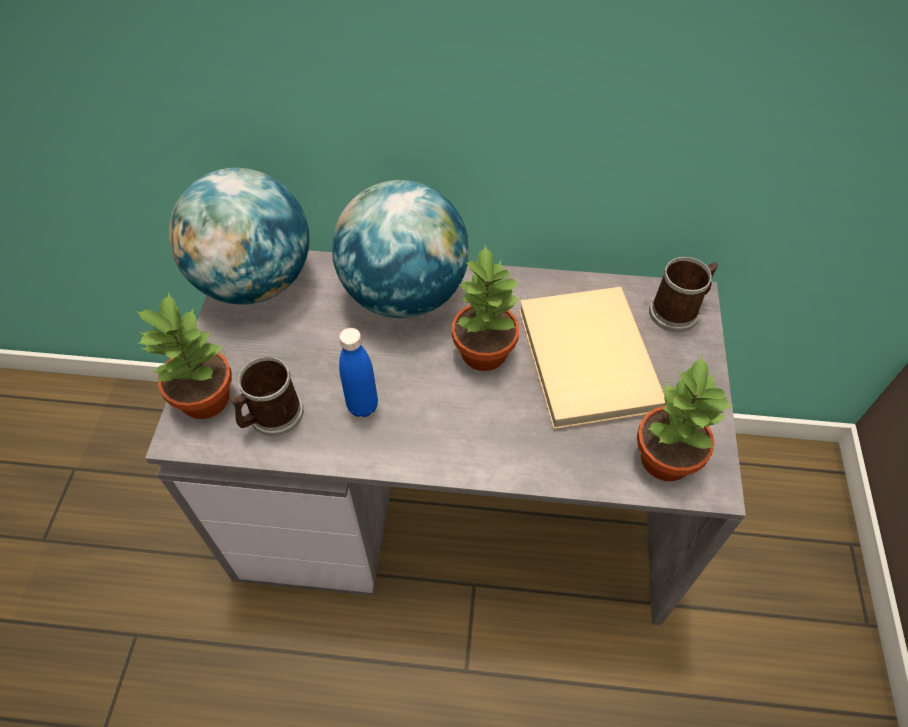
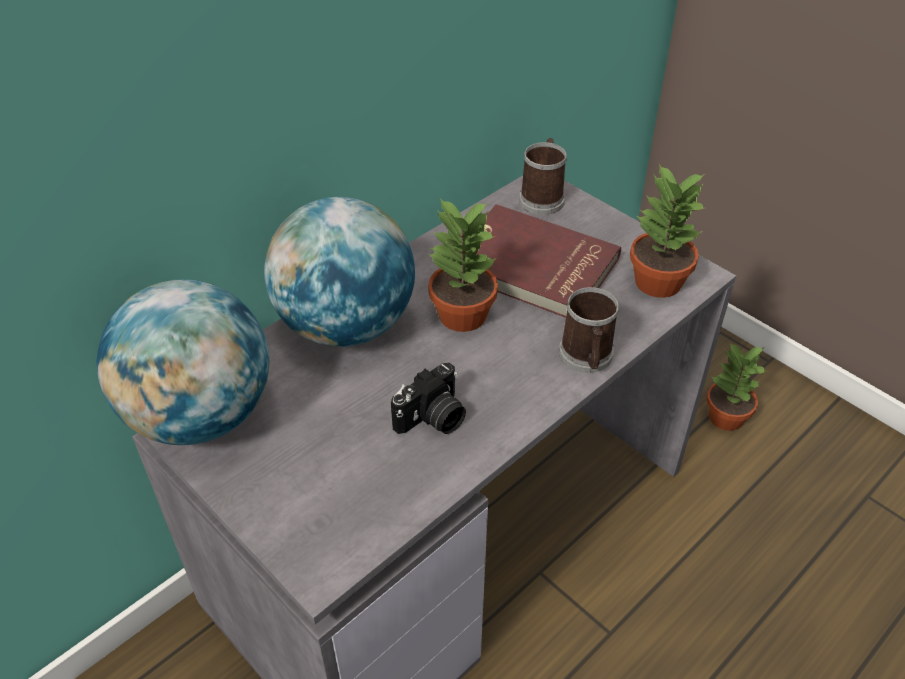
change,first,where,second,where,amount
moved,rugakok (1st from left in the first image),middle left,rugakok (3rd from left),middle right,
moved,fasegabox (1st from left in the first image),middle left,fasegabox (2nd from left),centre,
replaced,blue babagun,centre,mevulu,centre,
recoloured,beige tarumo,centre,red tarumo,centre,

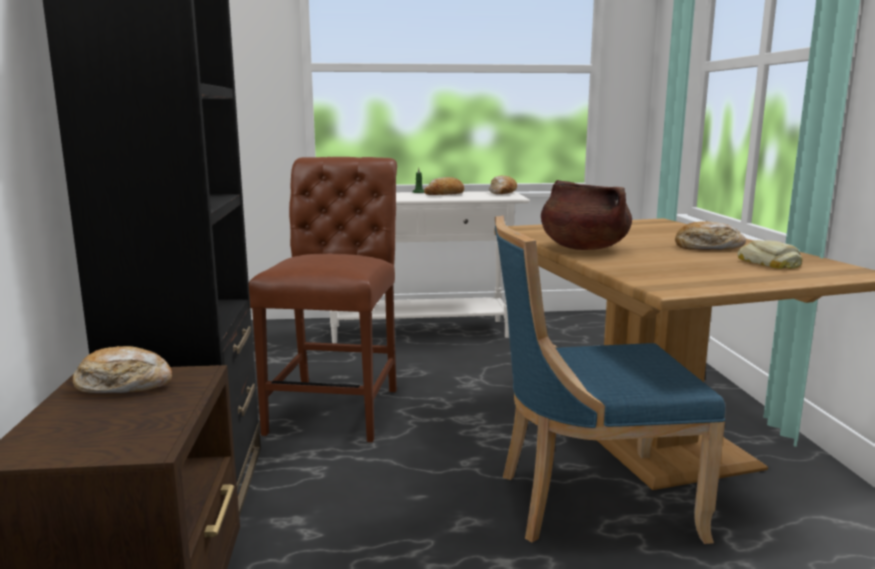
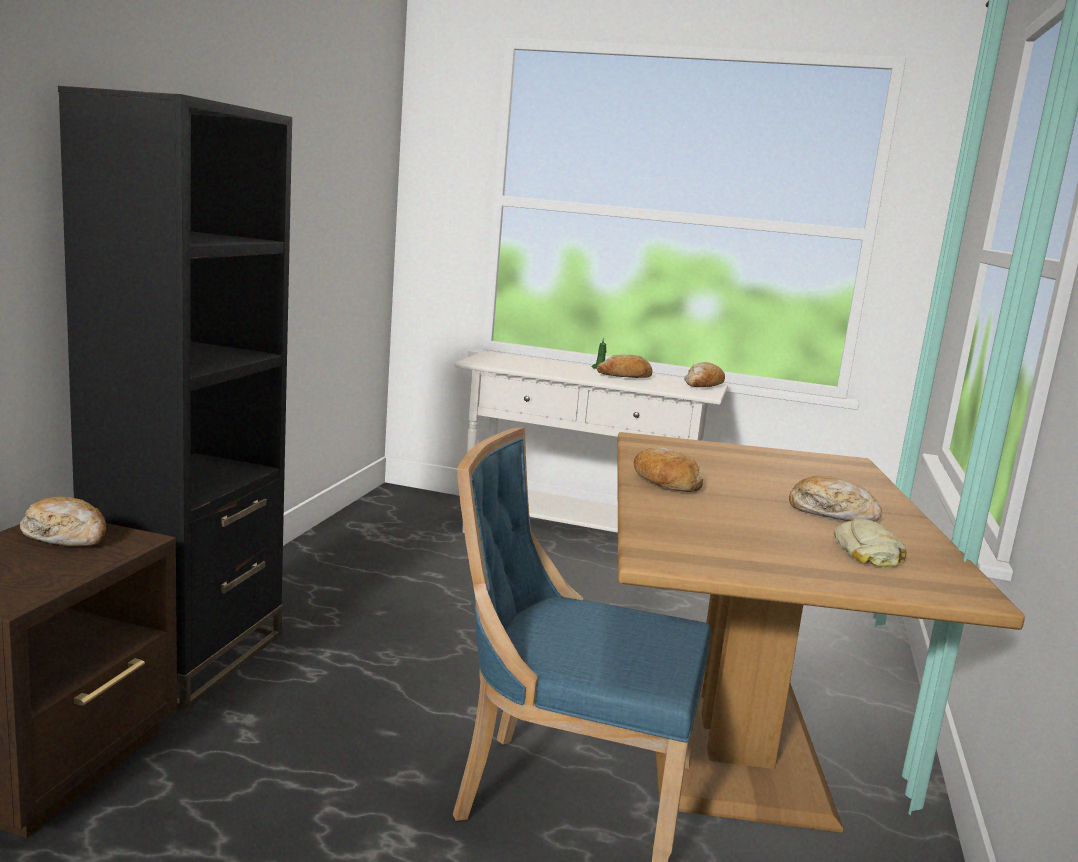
change,first,where,second,where,amount
removed,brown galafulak,centre,,,
replaced,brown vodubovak,middle right,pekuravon (3rd from left),centre,

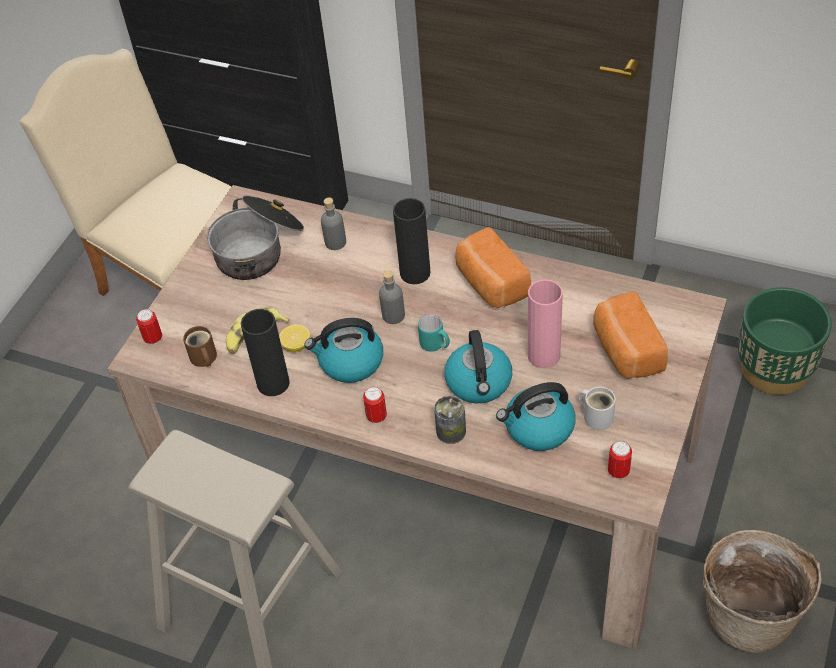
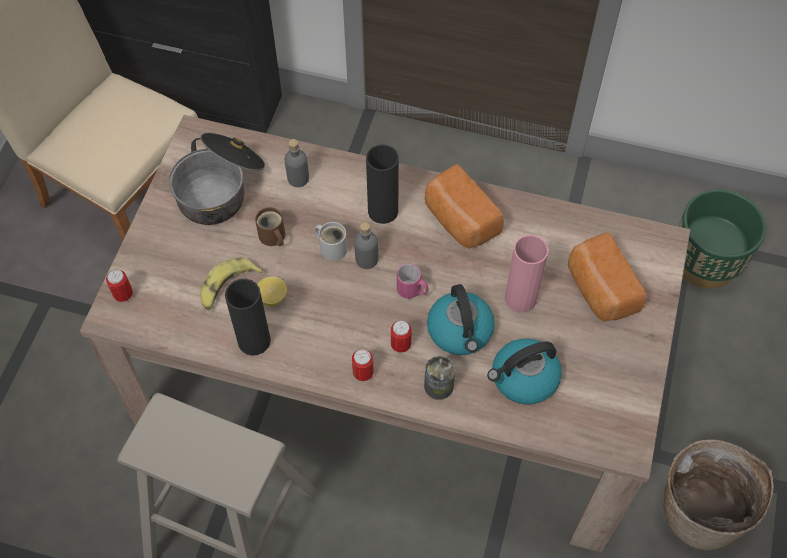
change,first,where,second,where,amount
removed,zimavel (1st from left),centre,,,
moved,brown fasegabox,middle left,,centre,
moved,white fasegabox,middle right,,centre,
moved,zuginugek (4th from left in the first image),bottom right,zuginugek (3rd from left),centre,
recoloured,turquoise fasegabox,centre,pink fasegabox,centre,

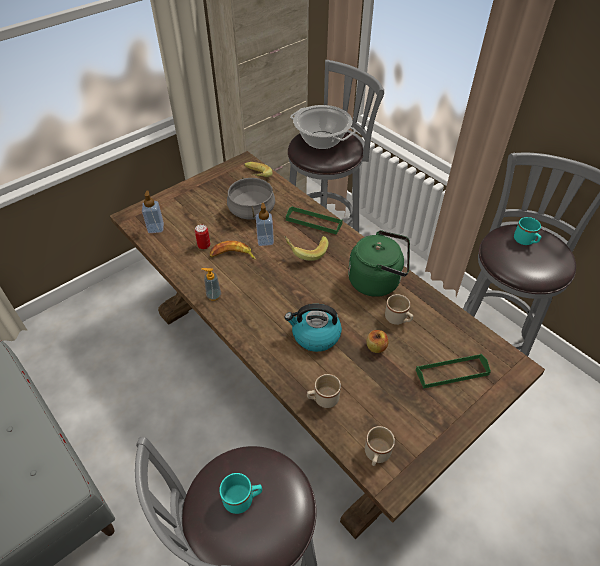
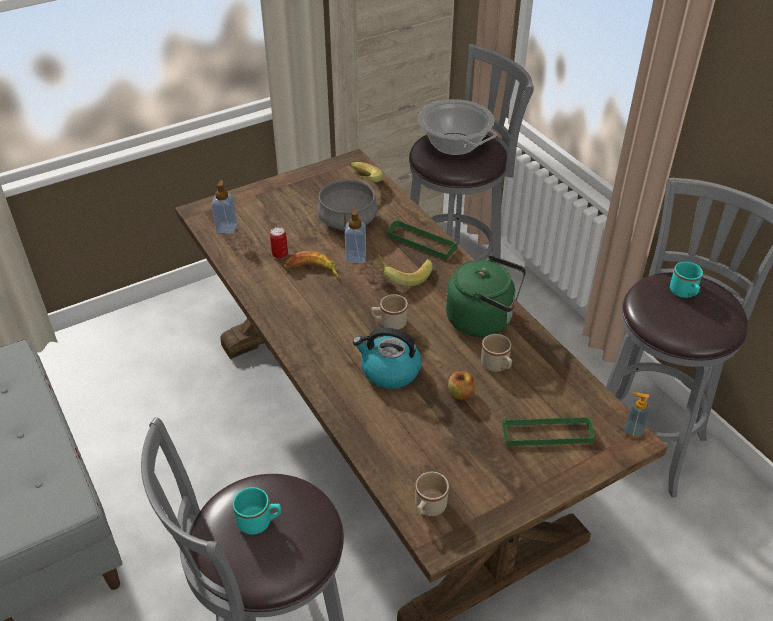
change,first,where,second,where,amount
moved,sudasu (2nd from left in the first image),centre,sudasu (3rd from left),bottom right,
moved,beige fasegabox (1st from left),bottom centre,,centre,

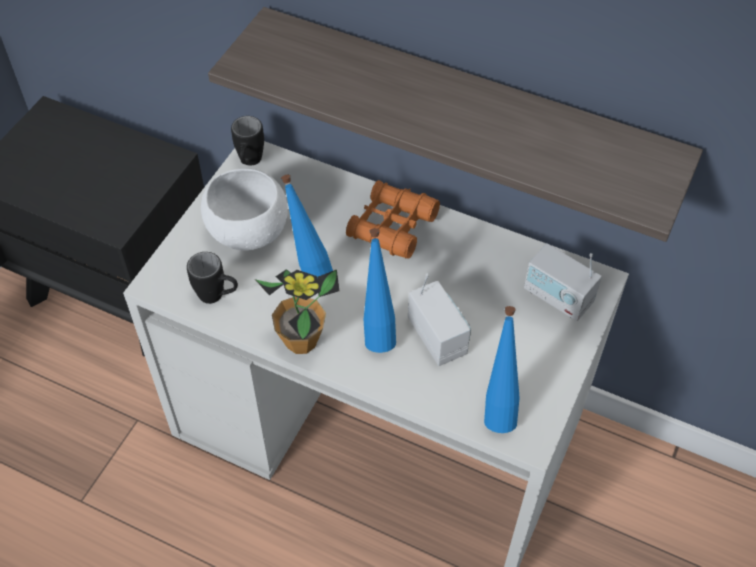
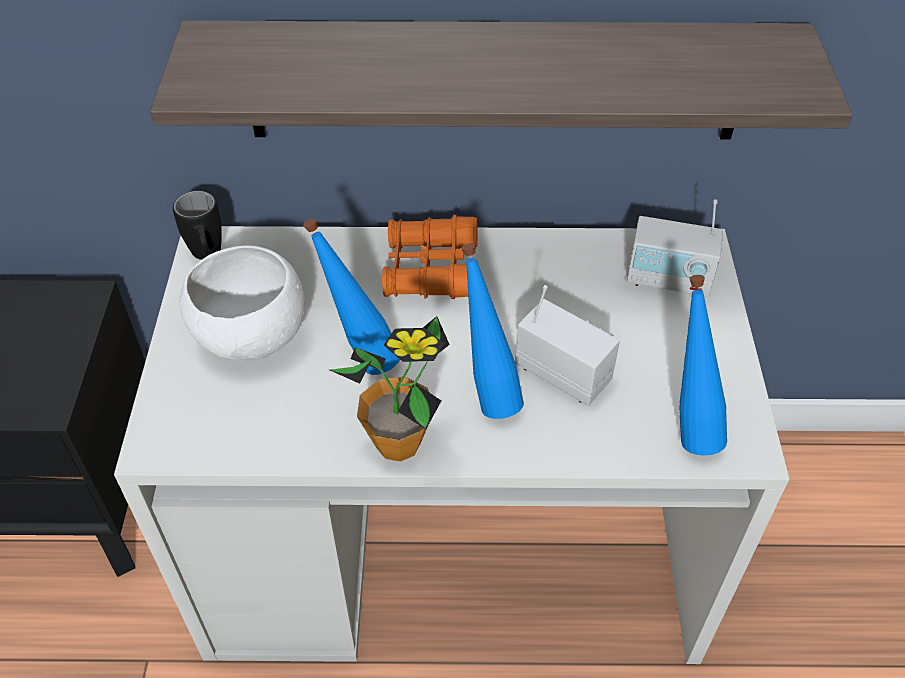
change,first,where,second,where,amount
removed,black fasegabox (1st from left),middle left,,,

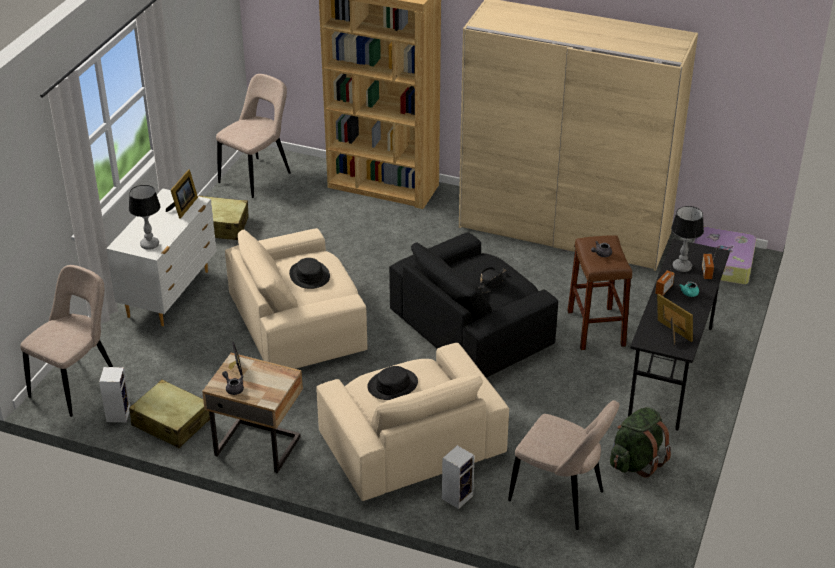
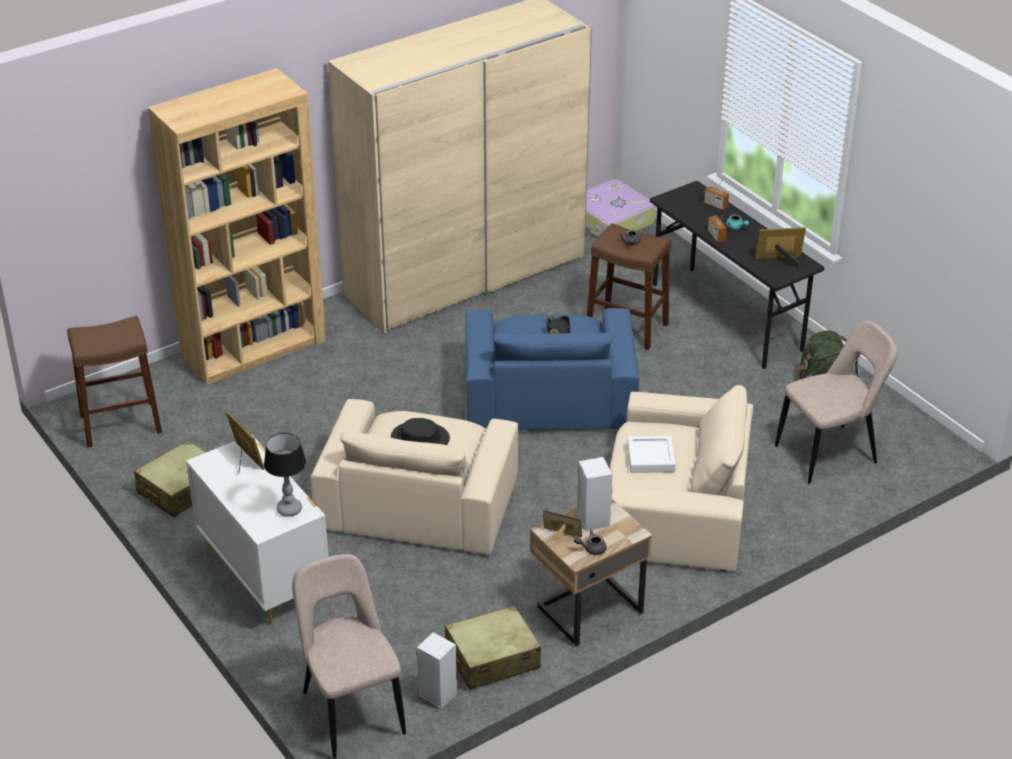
change,first,where,second,where,amount
removed,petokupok (2nd from left),middle right,,,
moved,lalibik (2nd from left),bottom centre,,centre,
replaced,beige galafulak (2nd from left),top left,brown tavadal (1st from left),middle left,
replaced,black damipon (2nd from left),bottom centre,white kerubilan,centre,
recoloured,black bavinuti,centre,blue bavinuti,centre,

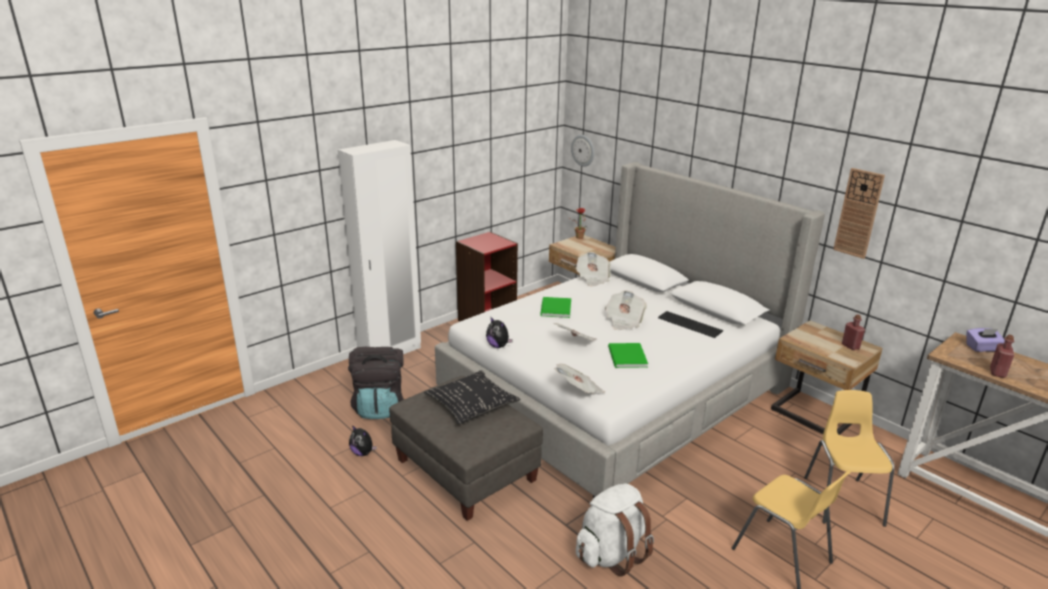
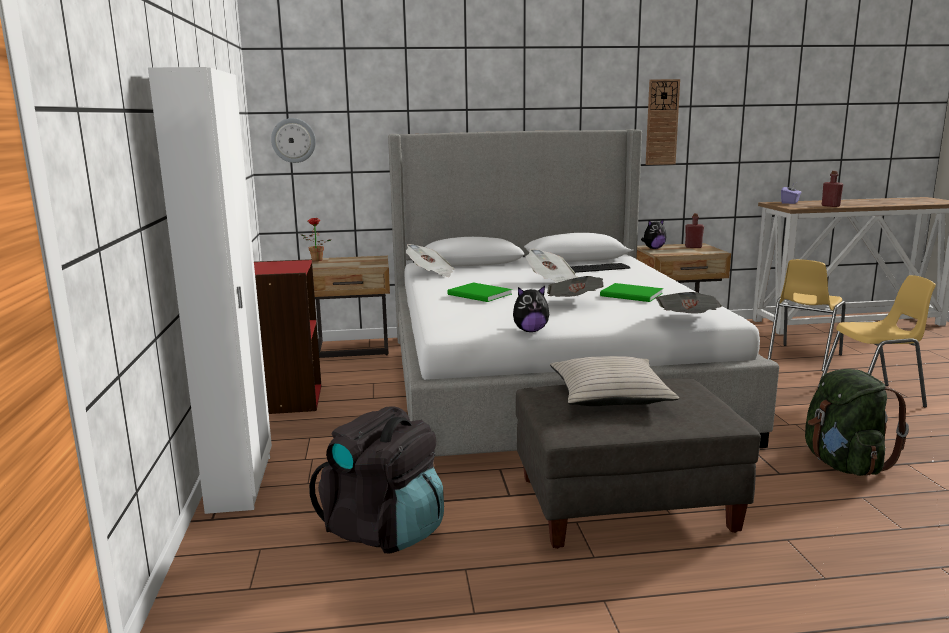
change,first,where,second,where,amount
moved,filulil (1st from left in the first image),bottom centre,filulil (2nd from left),middle right,
recoloured,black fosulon,bottom centre,beige fosulon,centre,
recoloured,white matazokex,bottom centre,green matazokex,bottom right,
turned,yellow galafulak (2nd from left in the first image),bottom right,yellow galafulak (1st from left),middle right,90 degrees counterclockwise

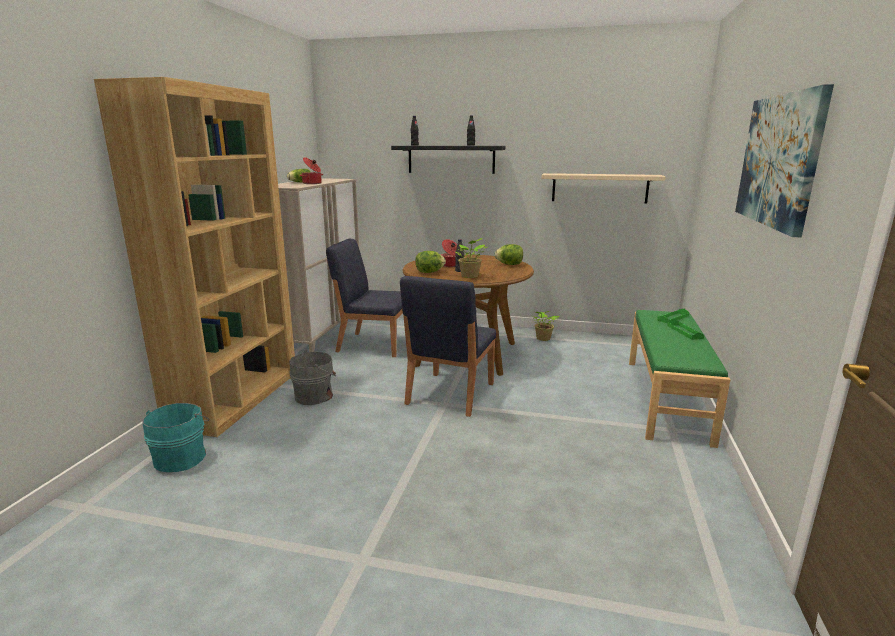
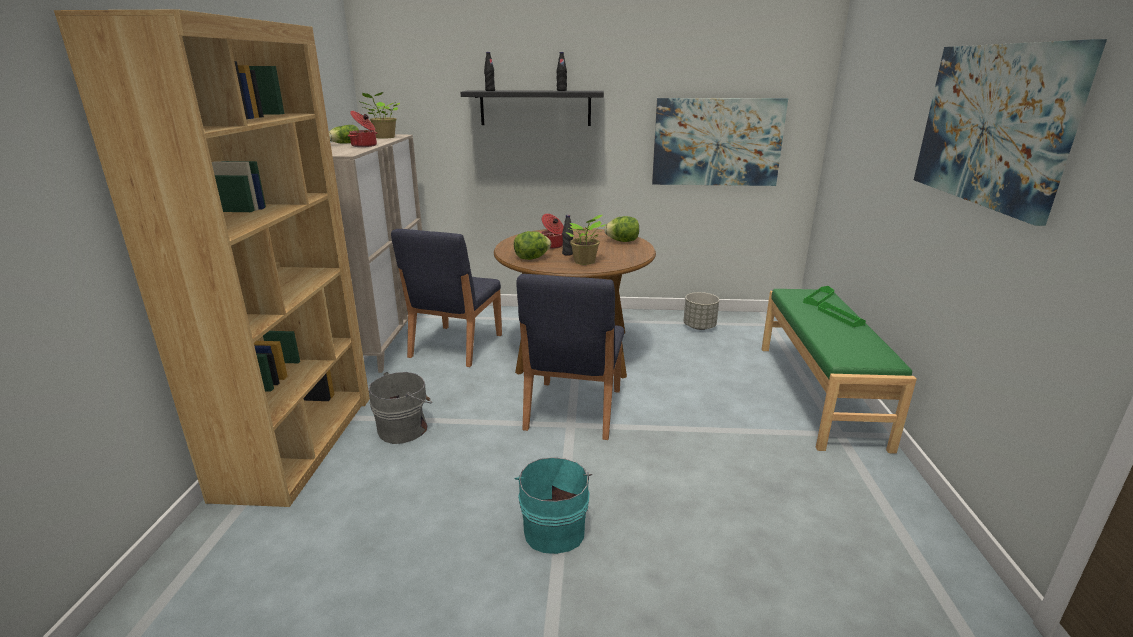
change,first,where,second,where,amount
added,,,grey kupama,centre,
moved,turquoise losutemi,bottom left,,bottom centre,
moved,rugakok (2nd from left in the first image),centre,rugakok (1st from left),top centre,
replaced,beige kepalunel,top right,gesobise (1st from left),top centre,
turned,blue galafulak (1st from left),centre,,centre,75 degrees counterclockwise

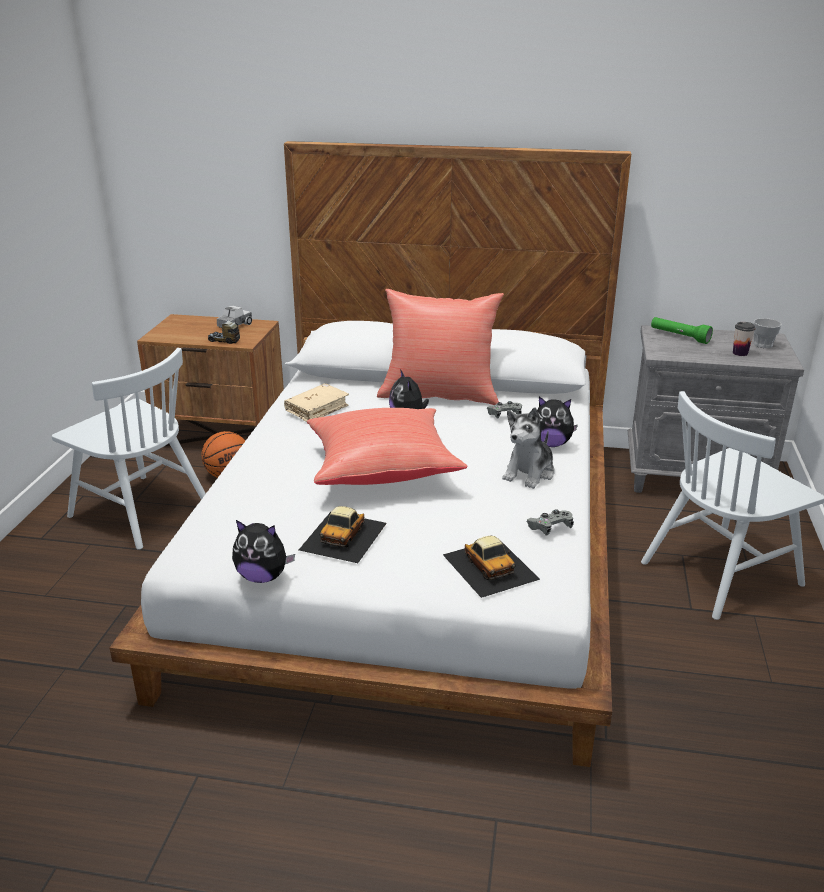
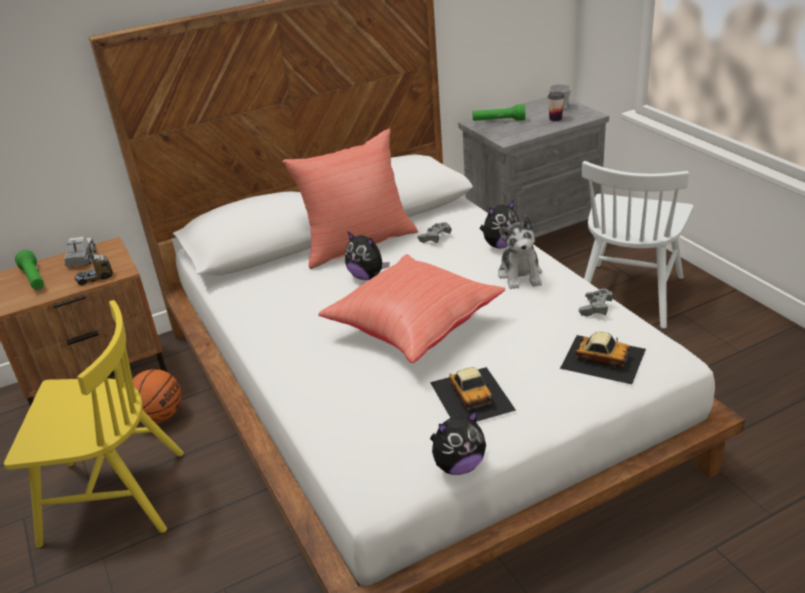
change,first,where,second,where,amount
removed,beige tarumo,centre,,,
added,,,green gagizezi (1st from left),middle left,
recoloured,white galafulak (1st from left),middle left,yellow galafulak,bottom left,

